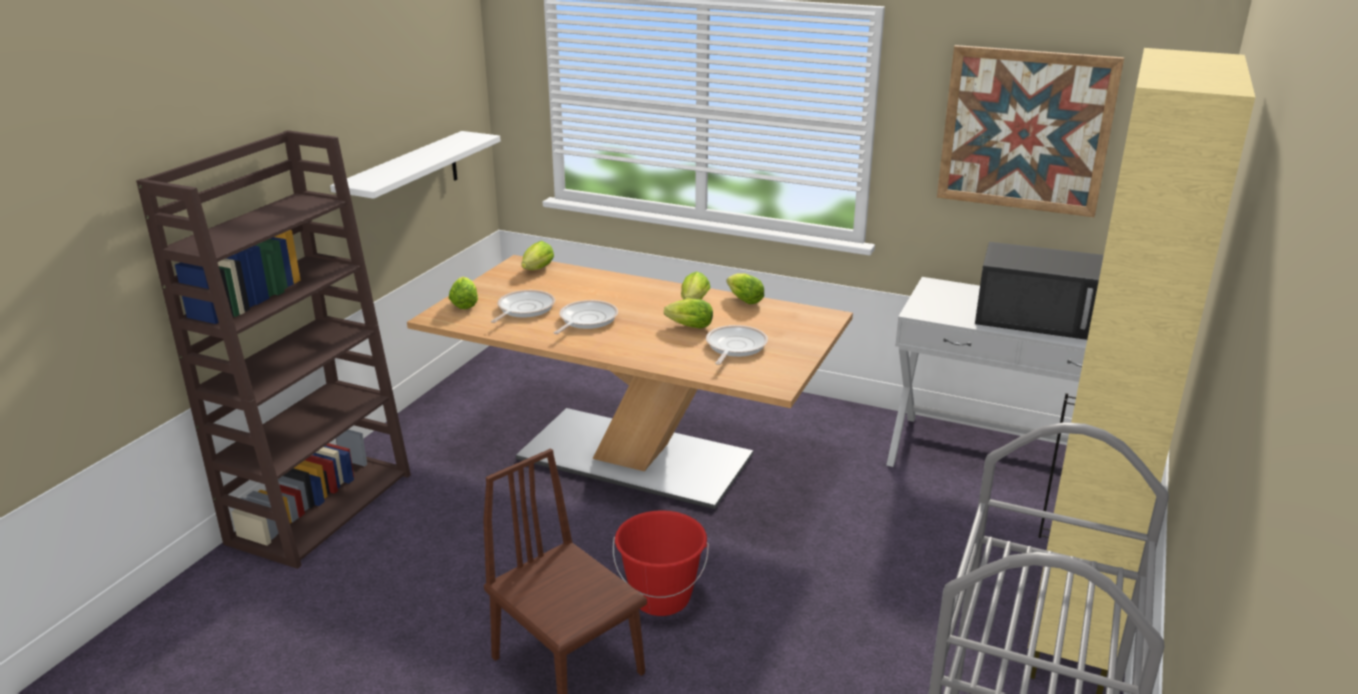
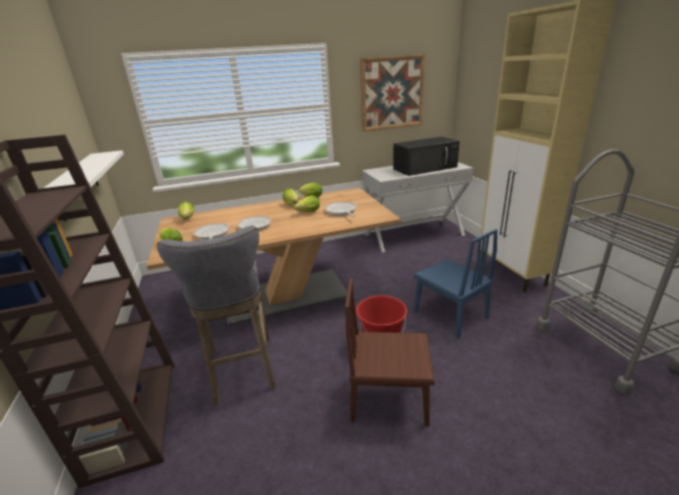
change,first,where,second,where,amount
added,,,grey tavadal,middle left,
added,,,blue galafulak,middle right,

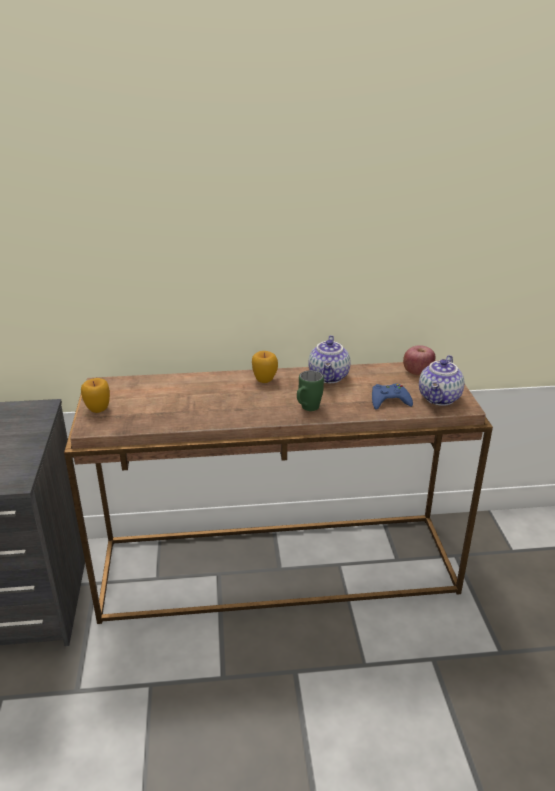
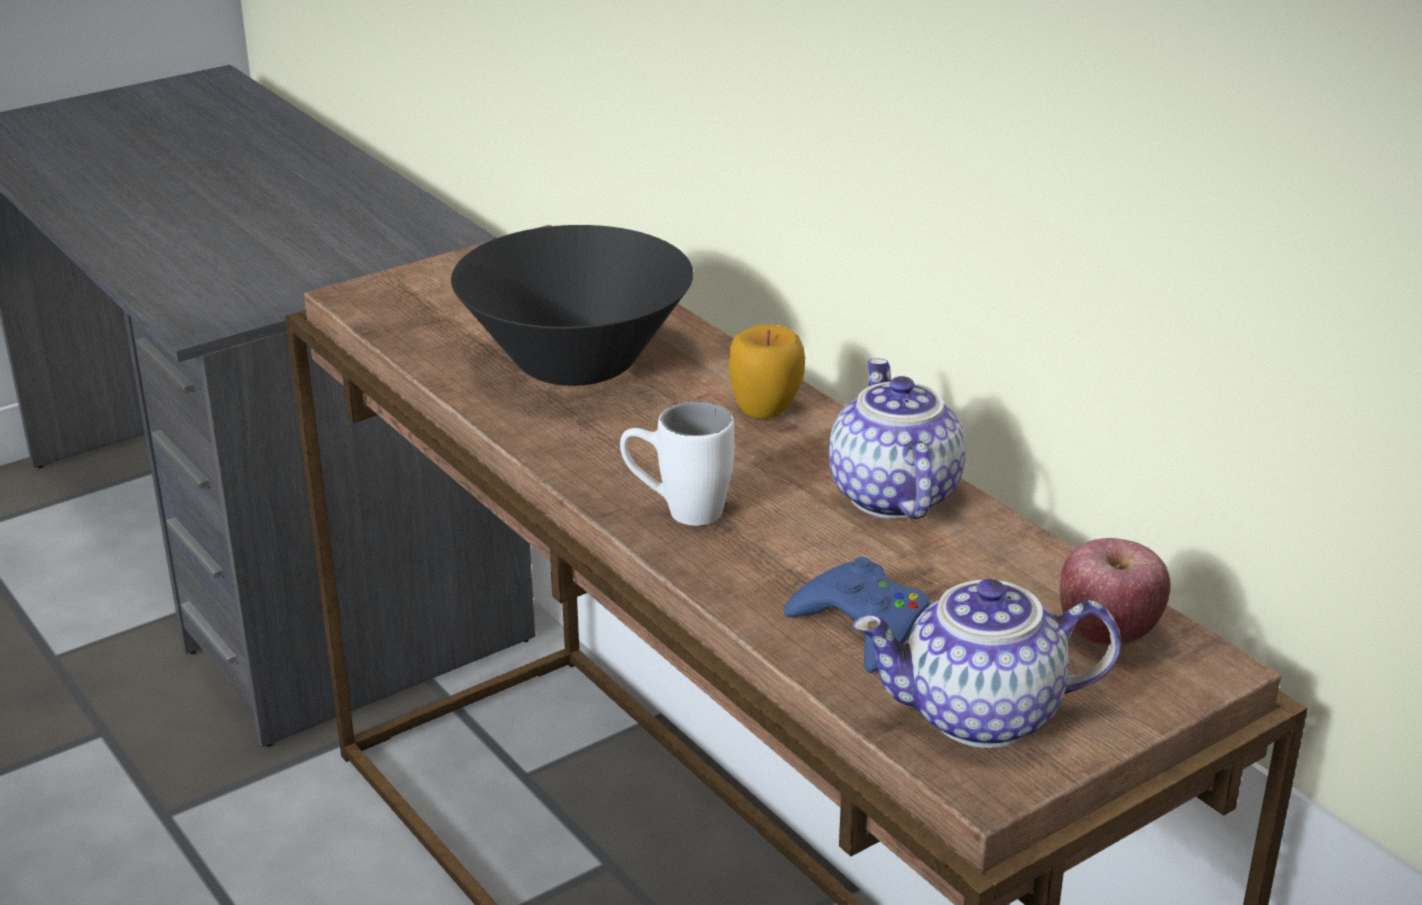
change,first,where,second,where,amount
removed,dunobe (1st from left),middle left,,,
added,,,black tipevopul,centre,
recoloured,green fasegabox,centre,white fasegabox,centre,
turned,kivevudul (1st from left),centre,,centre,105 degrees clockwise

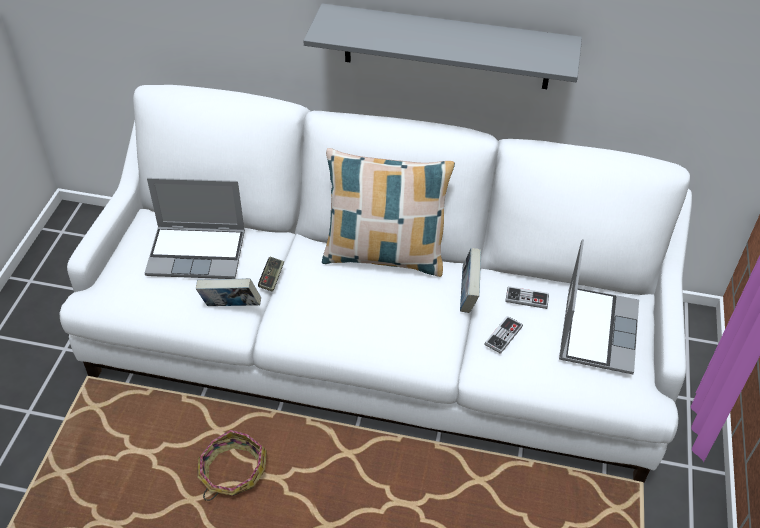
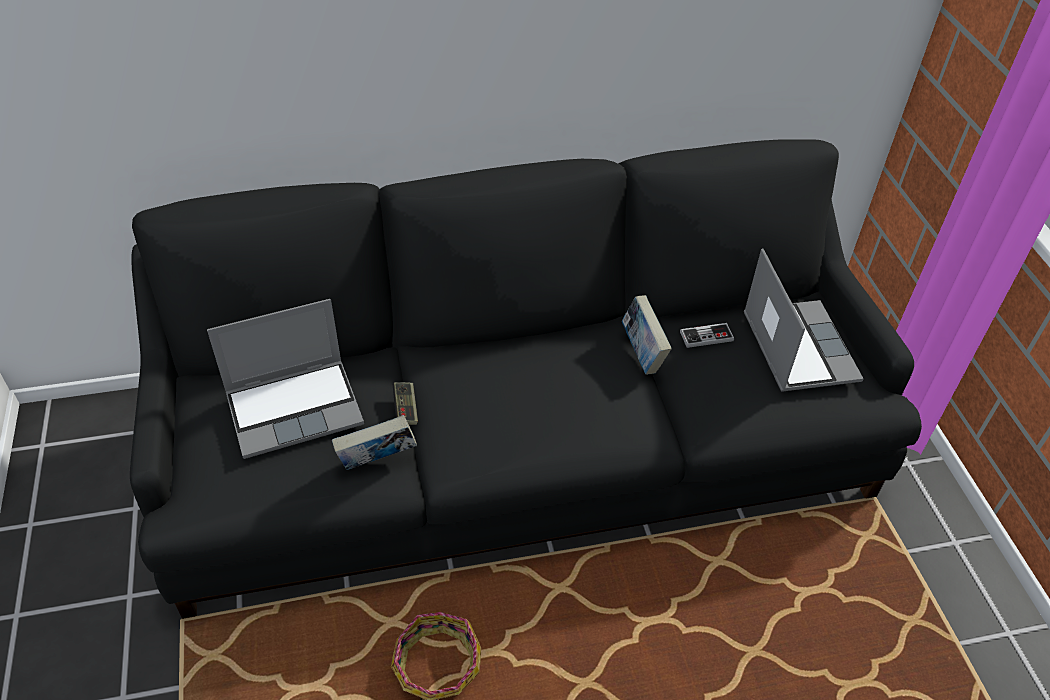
change,first,where,second,where,amount
removed,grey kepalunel,top centre,,,
removed,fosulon,centre,,,
removed,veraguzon (2nd from left),centre,,,
recoloured,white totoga,centre,black totoga,centre,

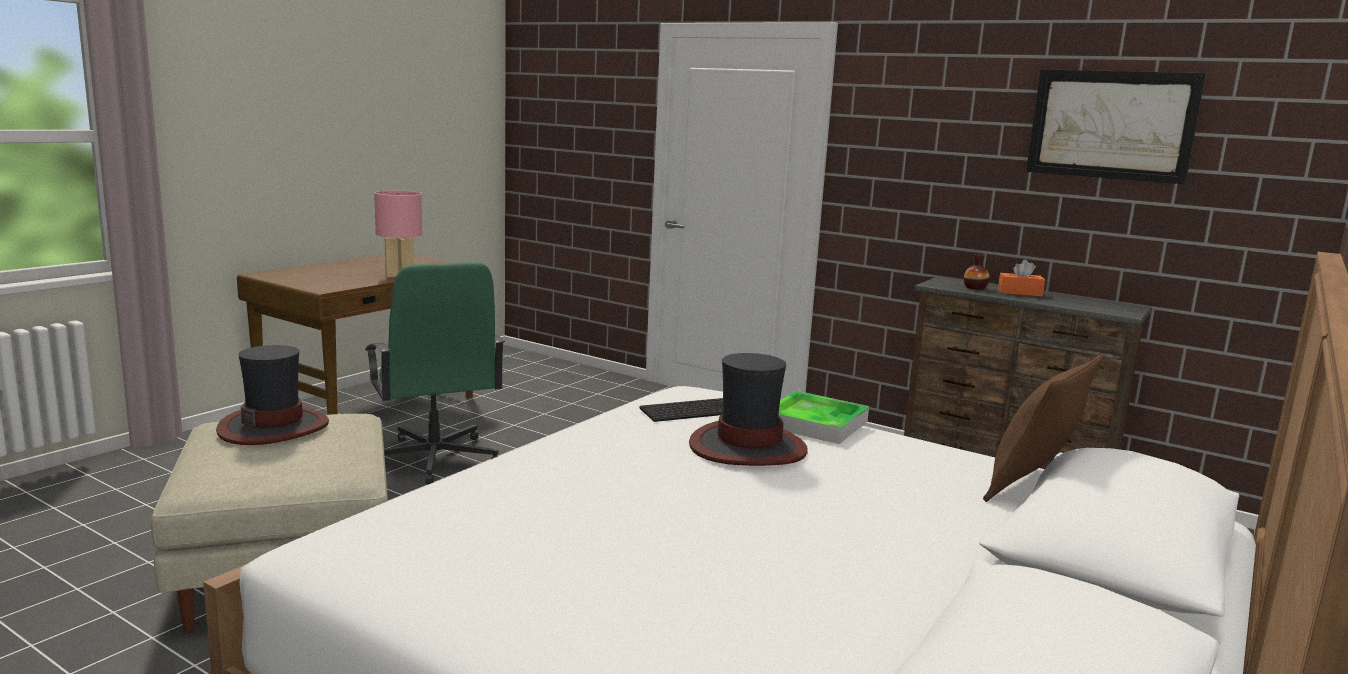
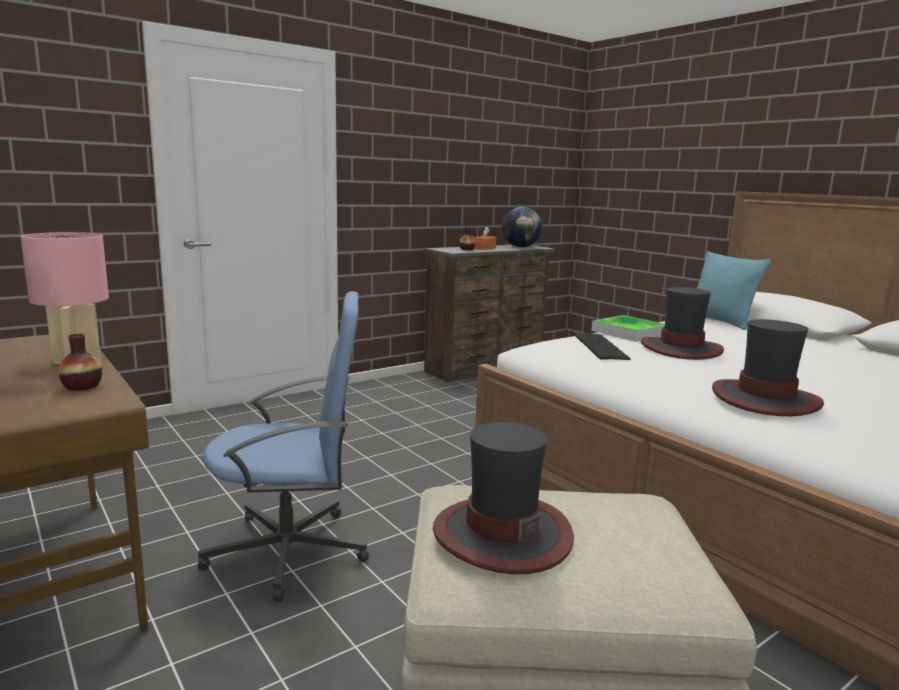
change,first,where,second,where,amount
removed,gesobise,top right,,,
added,,,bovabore (1st from left),middle left,
added,,,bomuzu,top centre,
added,,,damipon (3rd from left),middle right,
recoloured,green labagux,middle left,blue labagux,middle left,
recoloured,brown fosulon,middle right,turquoise fosulon,middle right,

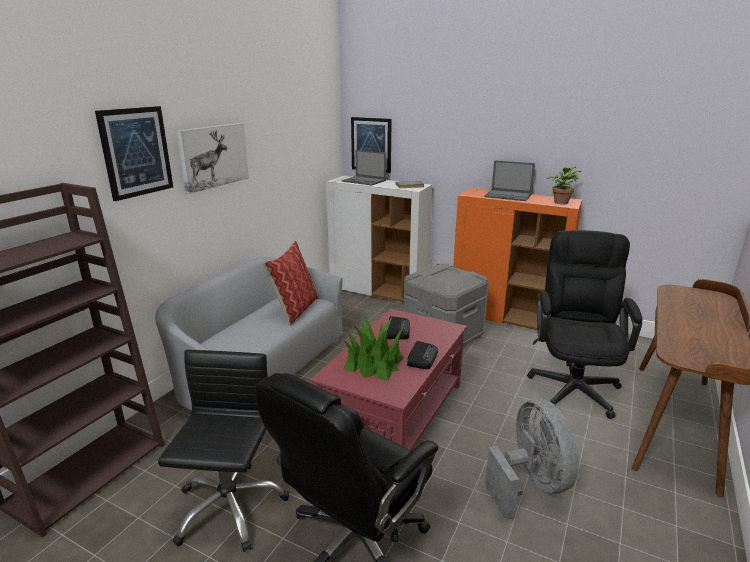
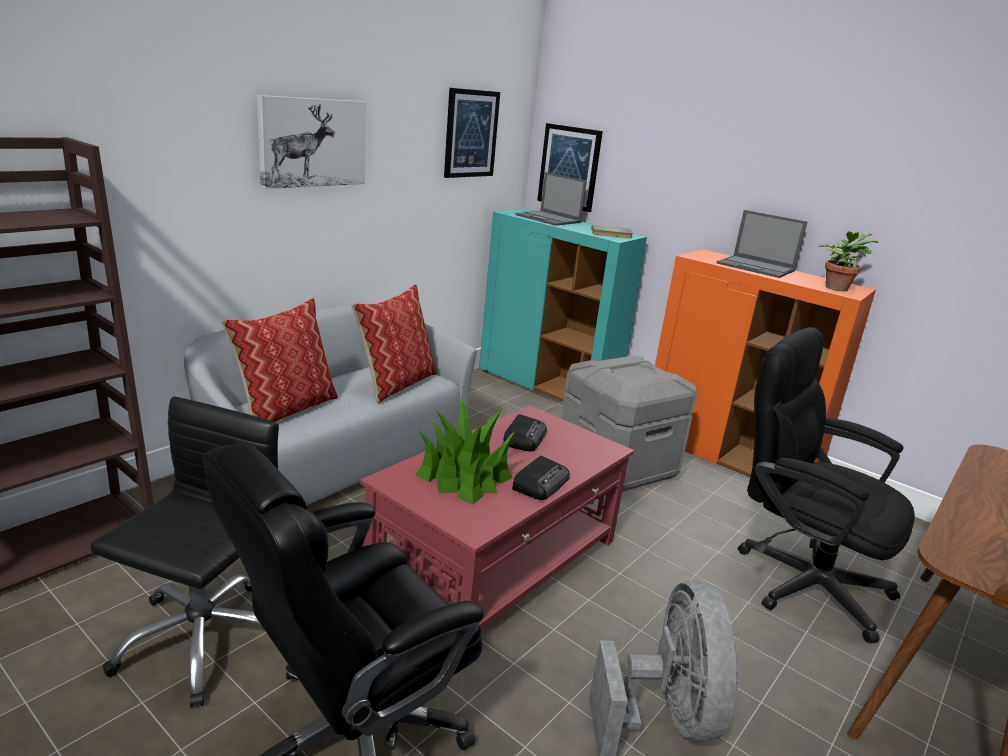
change,first,where,second,where,amount
added,,,fosulon (1st from left),middle left,
moved,gesobise (1st from left in the first image),top left,gesobise (2nd from left),top centre,
recoloured,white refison,centre,turquoise refison,centre,
turned,black labagux (3rd from left),middle right,,middle right,75 degrees counterclockwise

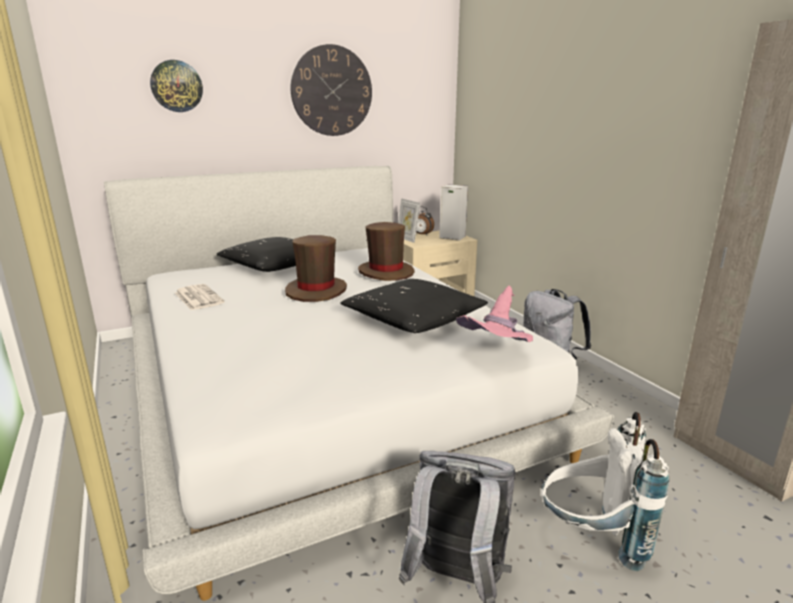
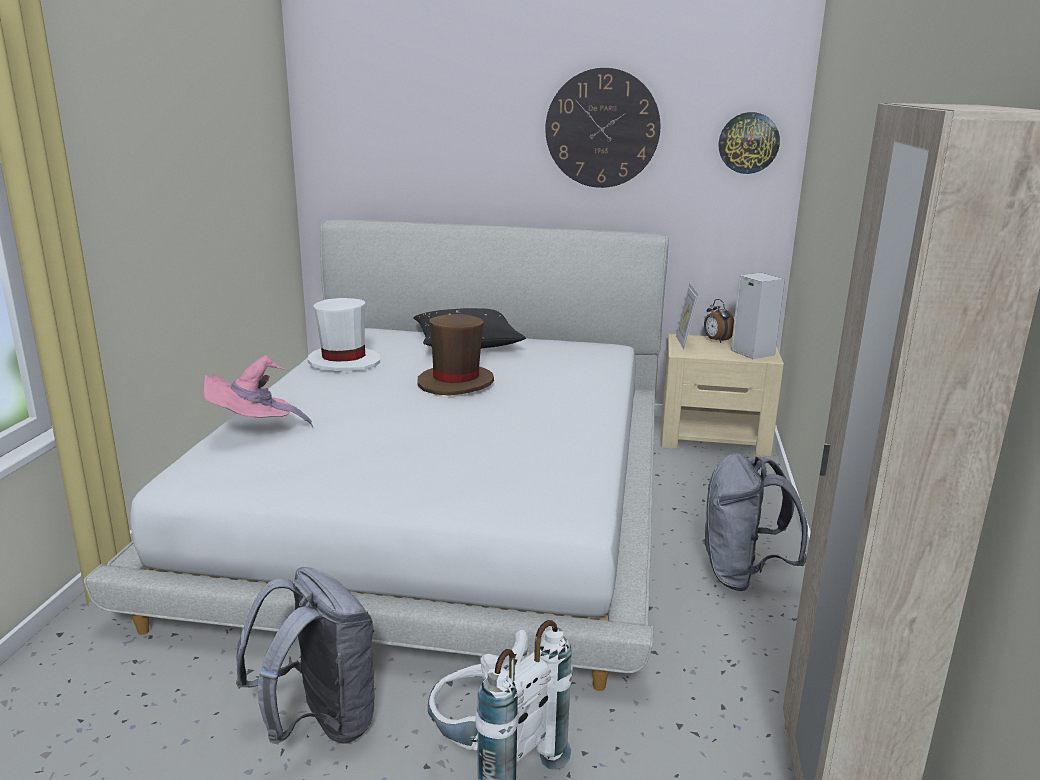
change,first,where,second,where,amount
removed,black fosulon (2nd from left),centre,,,
removed,brown damipon (2nd from left),centre,,,
moved,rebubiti (1st from left in the first image),top left,rebubiti (2nd from left),top right,
moved,pink damipon,centre,,middle left,
replaced,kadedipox,middle left,white damipon,middle left,

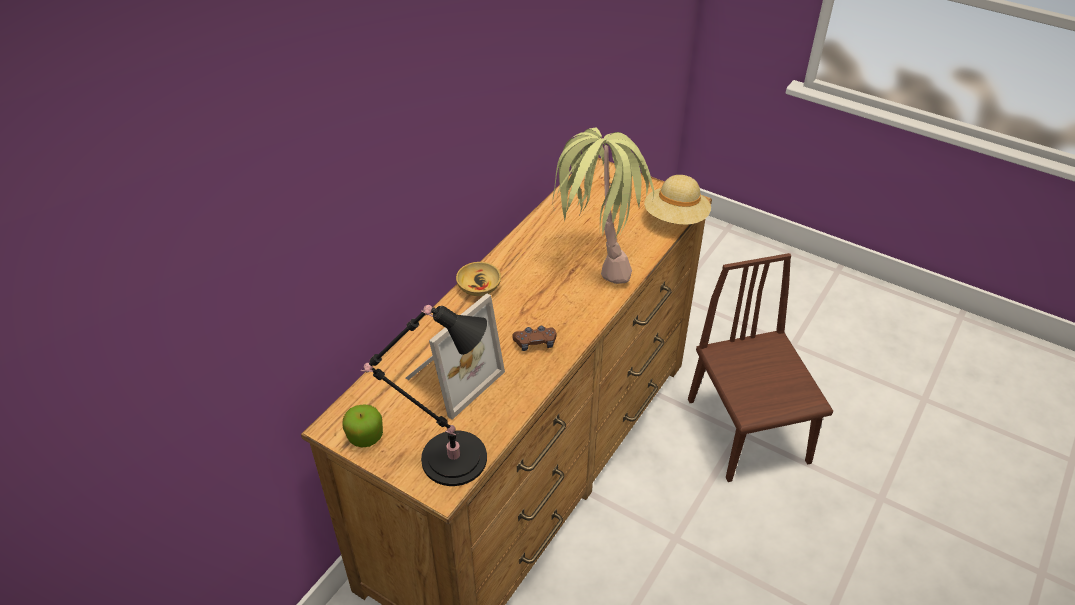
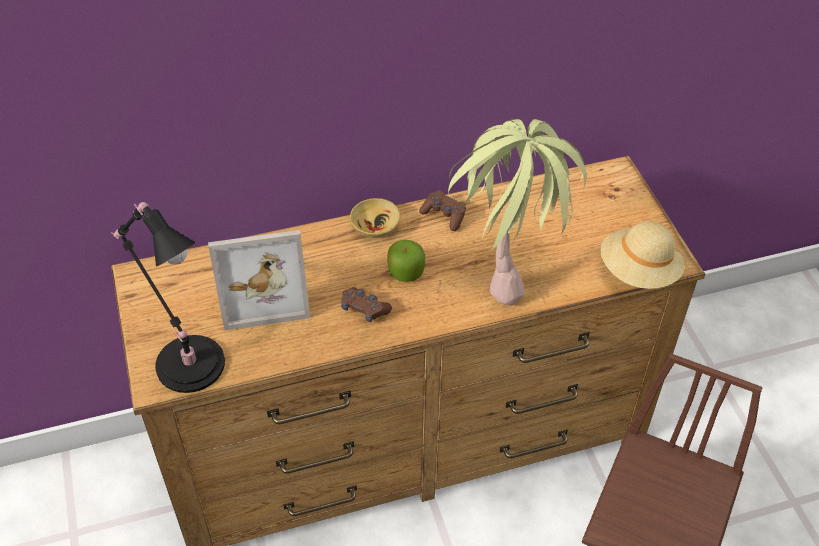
change,first,where,second,where,amount
added,,,brown veraguzon (2nd from left),centre,
moved,dunobe,bottom centre,,centre,

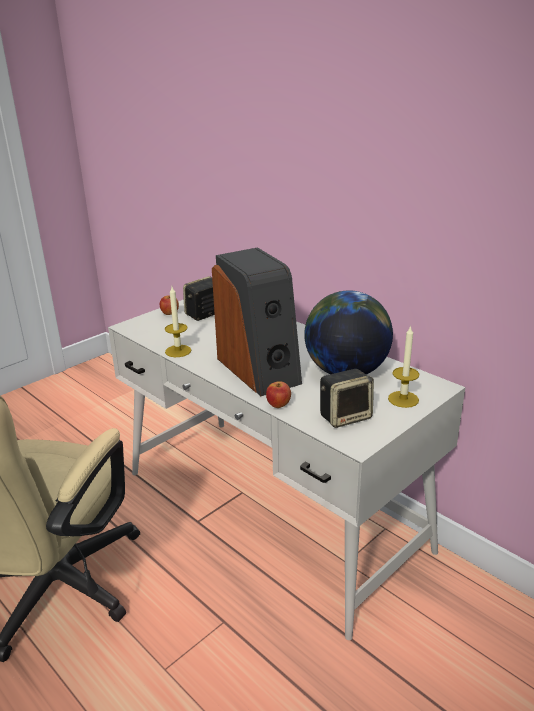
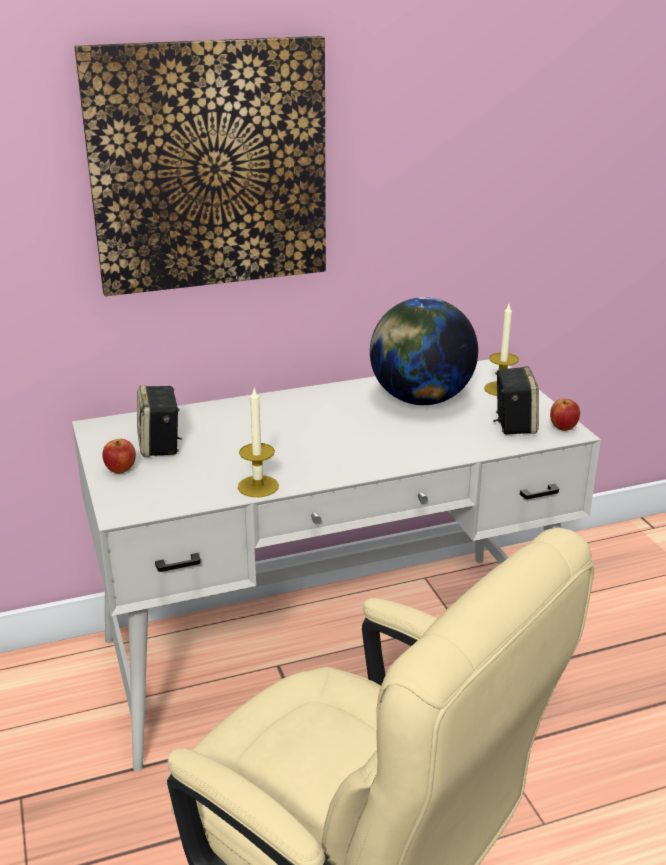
change,first,where,second,where,amount
removed,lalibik (2nd from left),centre,,,
added,,,gesobise,top left,
moved,dunobe (2nd from left),centre,,middle right,

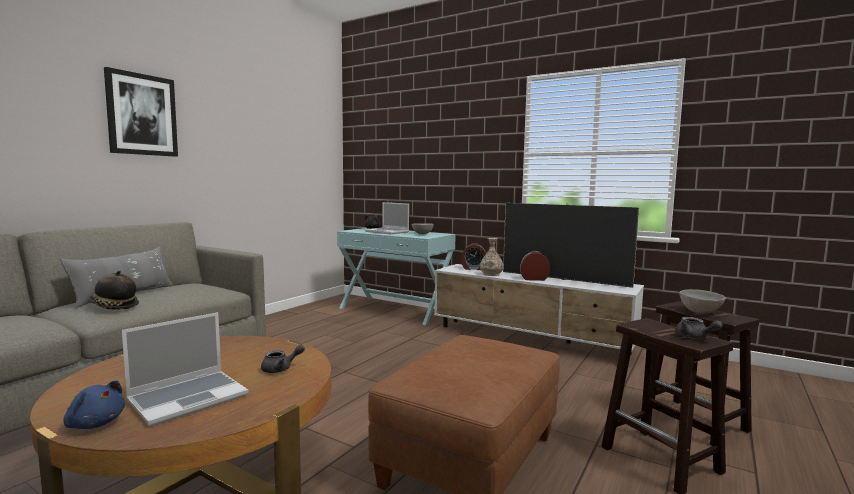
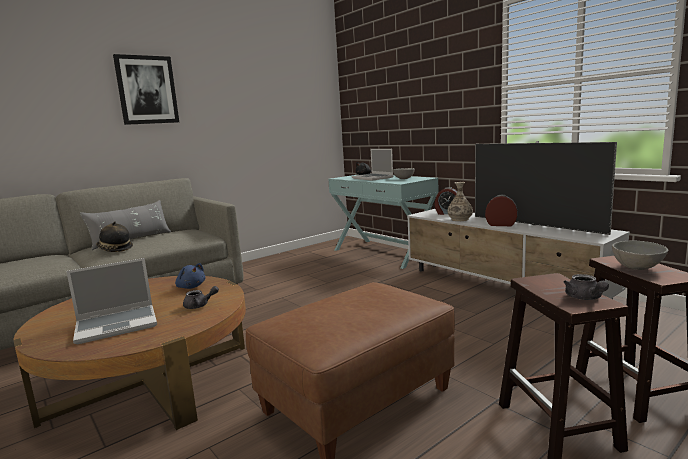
change,first,where,second,where,amount
moved,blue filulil,bottom left,,middle left,

